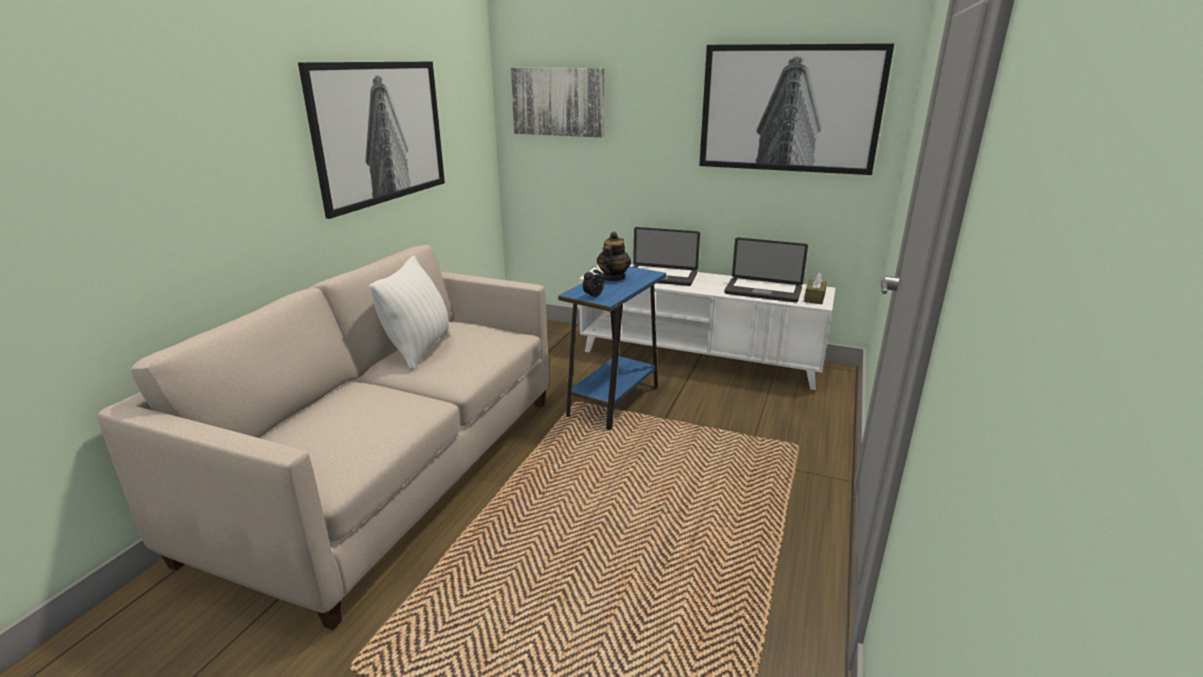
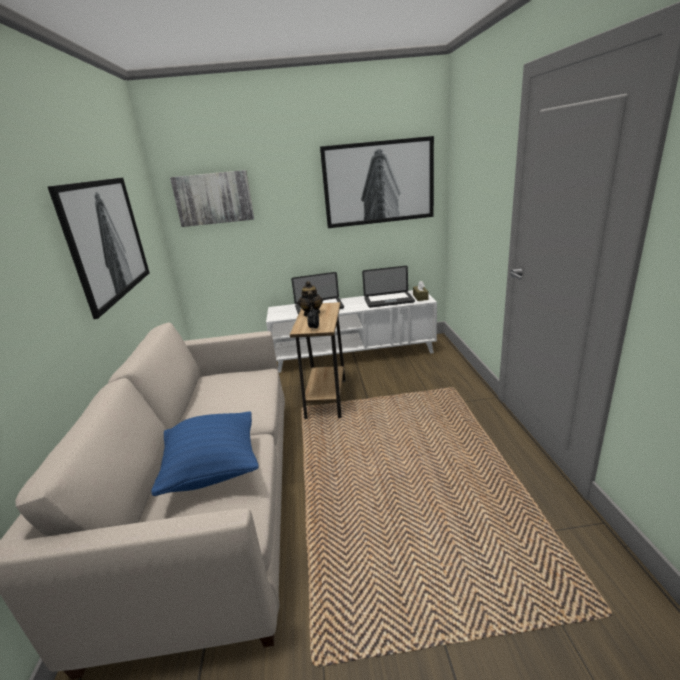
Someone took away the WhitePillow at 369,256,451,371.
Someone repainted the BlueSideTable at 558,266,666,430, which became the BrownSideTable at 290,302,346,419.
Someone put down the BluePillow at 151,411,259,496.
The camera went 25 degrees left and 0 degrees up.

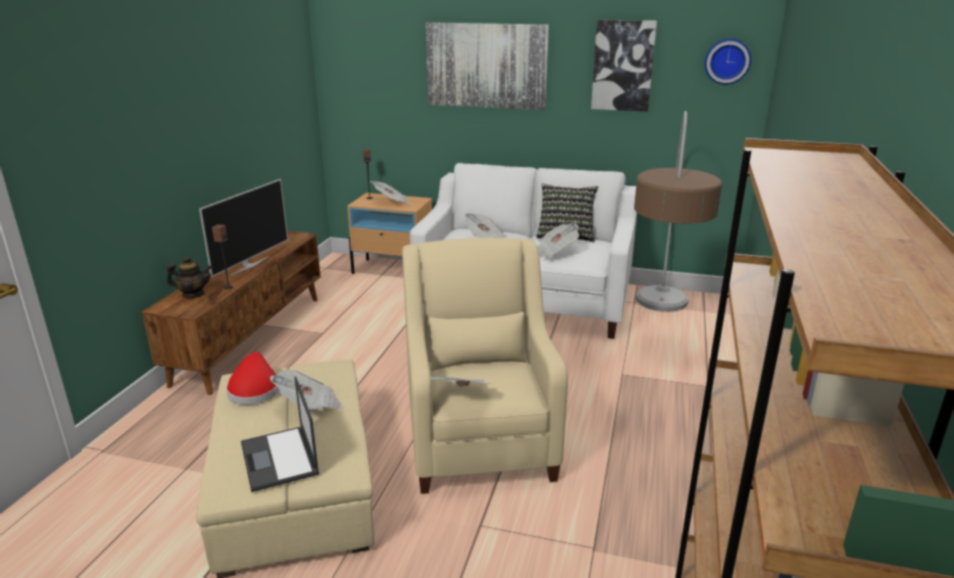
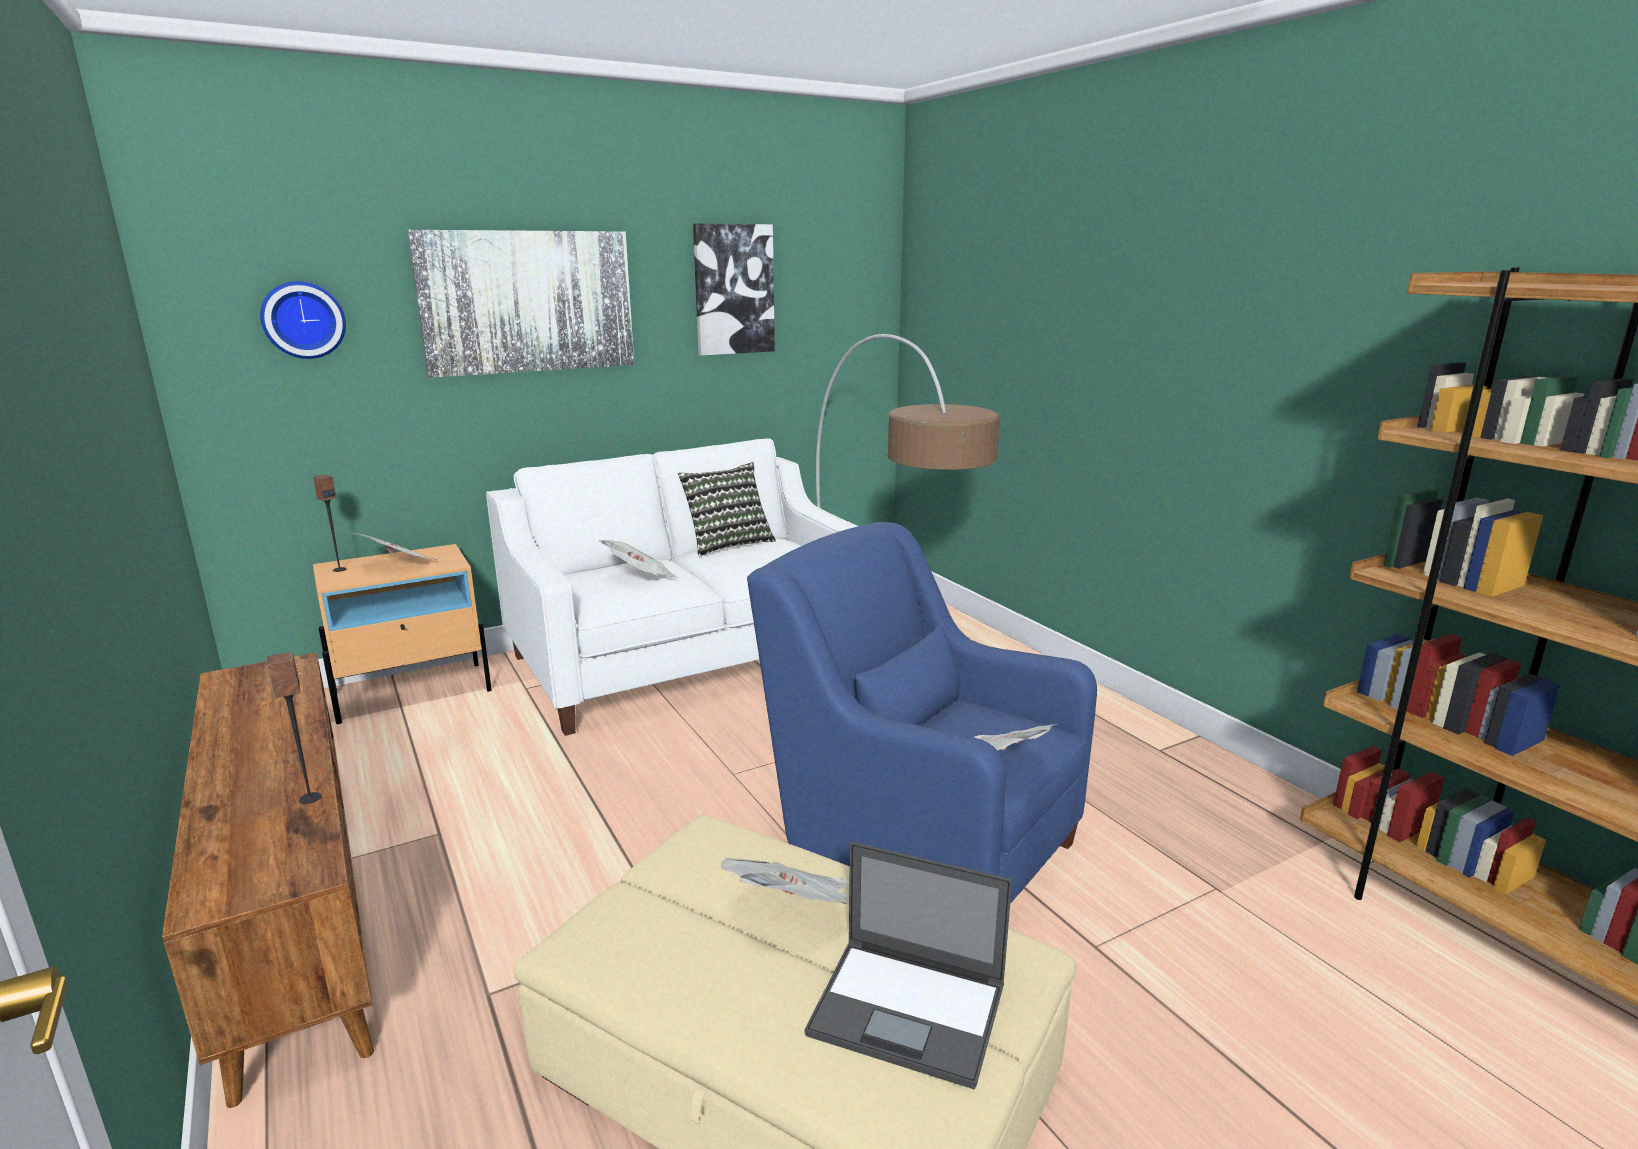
Someone took away the Teapot at 167,256,212,298.
Someone took away the Television at 199,179,288,277.
Someone took away the RedHat at 226,352,280,405.
Someone repainted the BeigeArmchair at 402,238,568,494, which became the BlueArmchair at 747,522,1097,904.
Someone took away the Newspaper at 537,224,579,258.
Someone carried the WallClock from 705,39,751,85 to 260,281,346,359.
The camera went 45 degrees left and 5 degrees down.

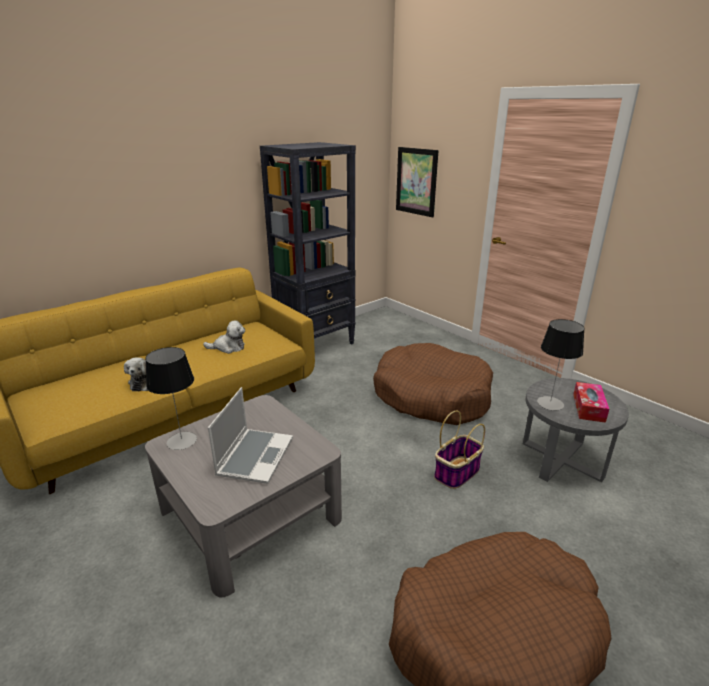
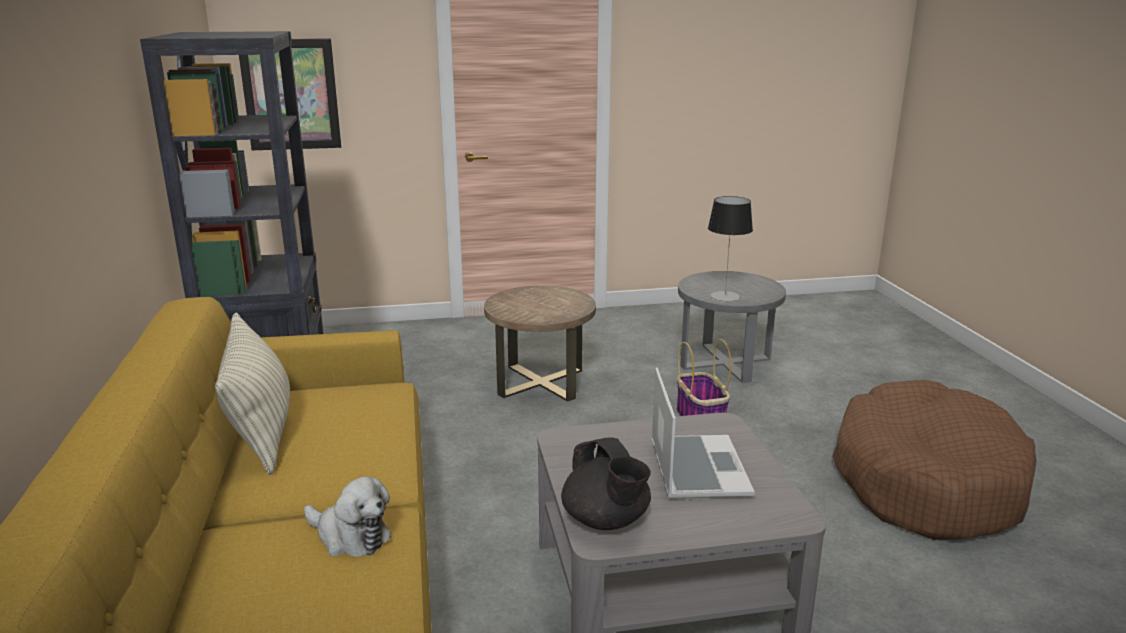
Someone swapped the TableLamp at 145,347,197,450 for the BlackTeapot at 561,437,651,530.
Someone took away the PlushToy at 203,320,245,354.
Someone rotated the Laptop at 208,387,293,484 by 45 degrees clockwise.
Someone swapped the BrownDogBed at 373,343,493,425 for the BrownSideTable at 484,285,596,402.
Someone took away the TissueBox at 573,382,609,423.
Someone put down the Pillow at 215,313,290,475.
The camera went 60 degrees left and 5 degrees down.

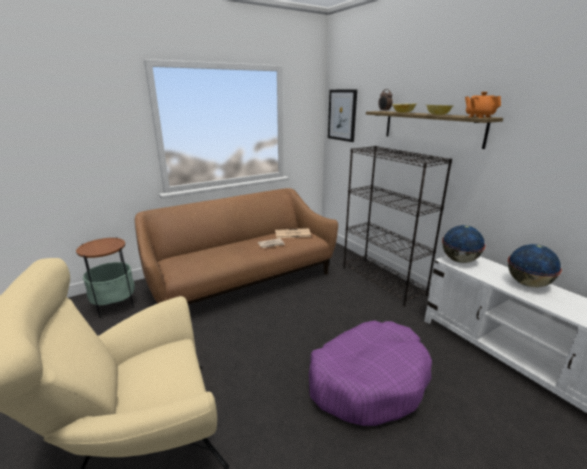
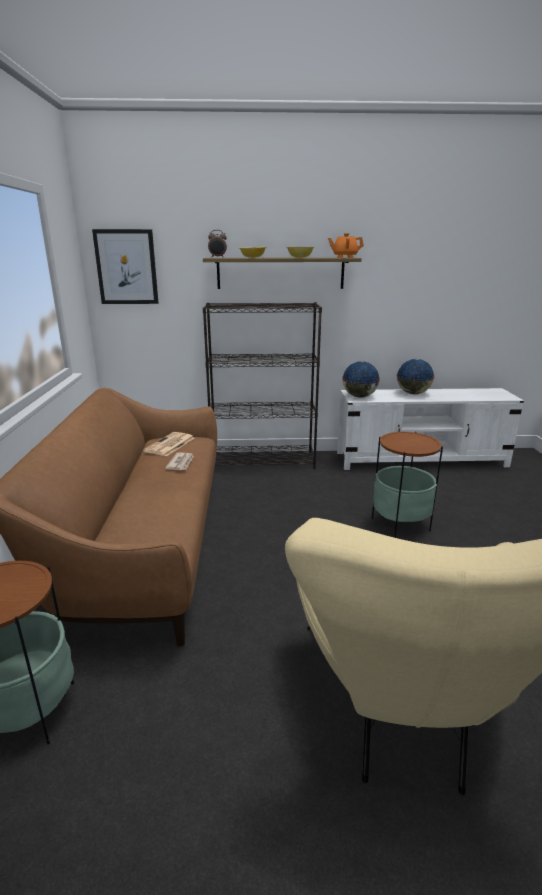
Someone swapped the PurpleDogBed at 309,320,432,426 for the SideTable at 372,432,443,538.
The camera went 60 degrees left and 0 degrees up.

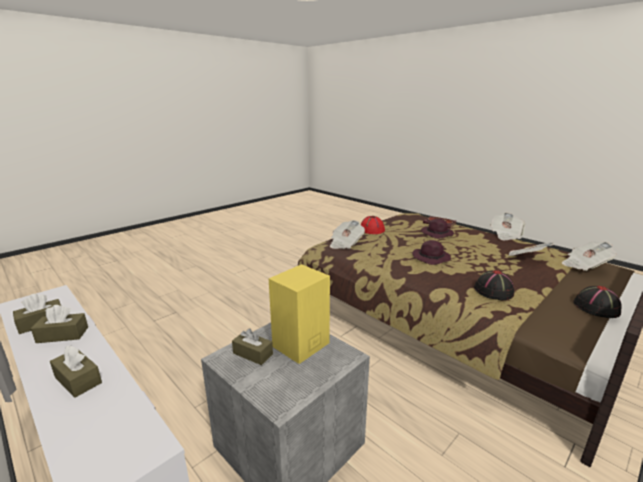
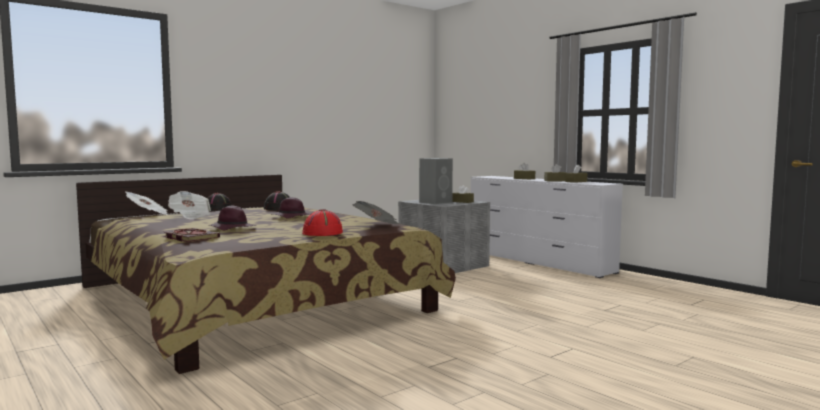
Someone repainted the YellowSpeaker at 269,264,330,364, which became the GreySpeaker at 419,158,453,204.
Someone took away the Newspaper at 490,212,526,240.
The camera went 175 degrees left and 15 degrees down.

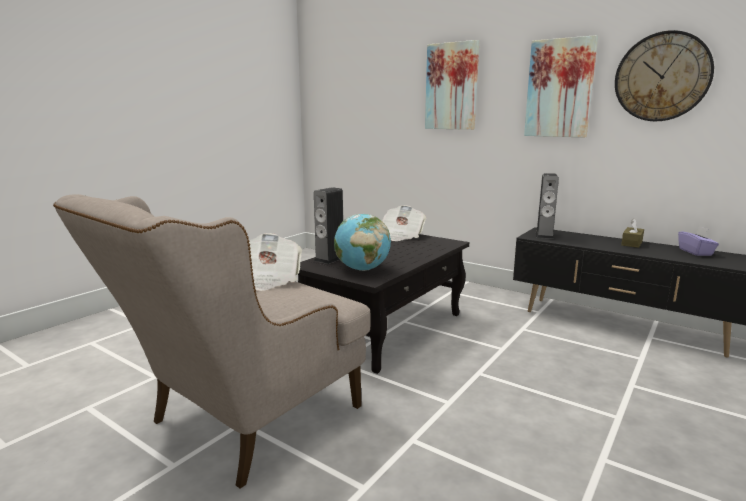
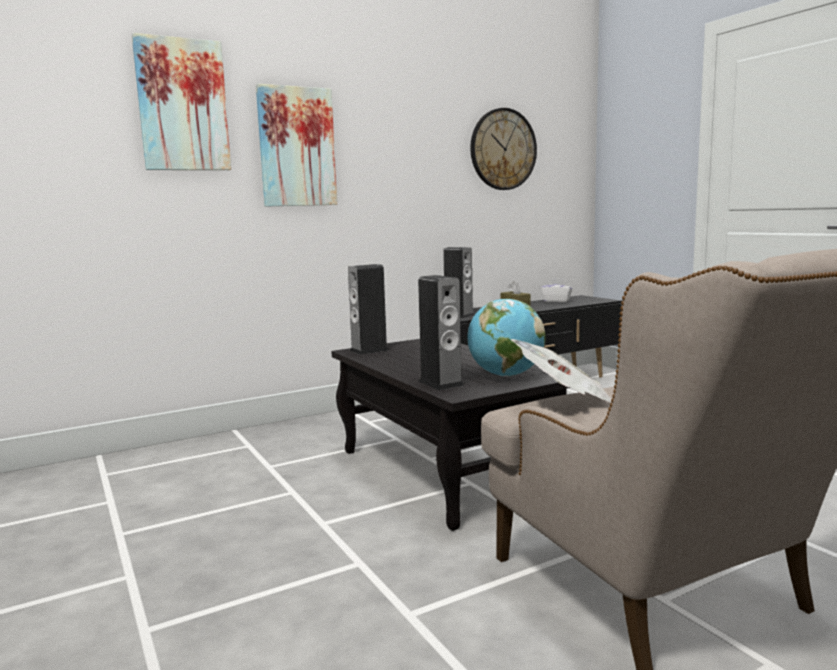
Someone swapped the Newspaper at 382,205,426,241 for the Speaker at 348,264,389,355.
Someone carried the Picture from 524,35,598,137 to 132,33,231,170.
Someone repainted the PurpleTissueBox at 678,226,719,256, which became the WhiteTissueBox at 541,278,572,302.
The camera went 65 degrees left and 5 degrees down.

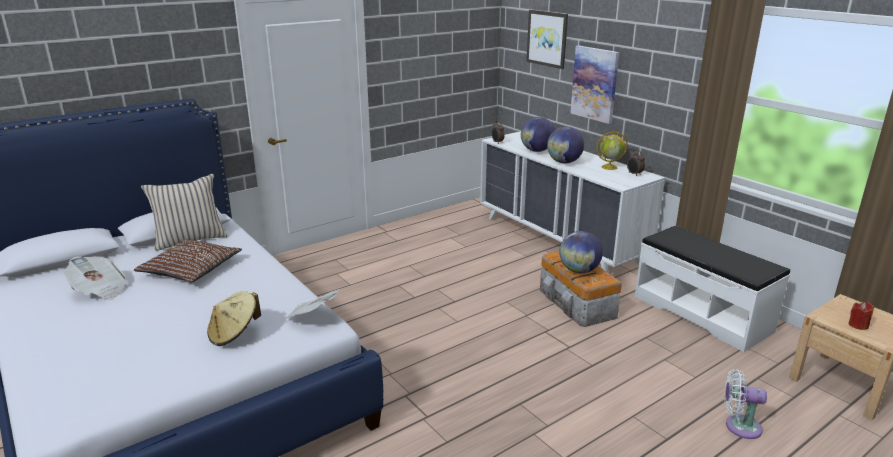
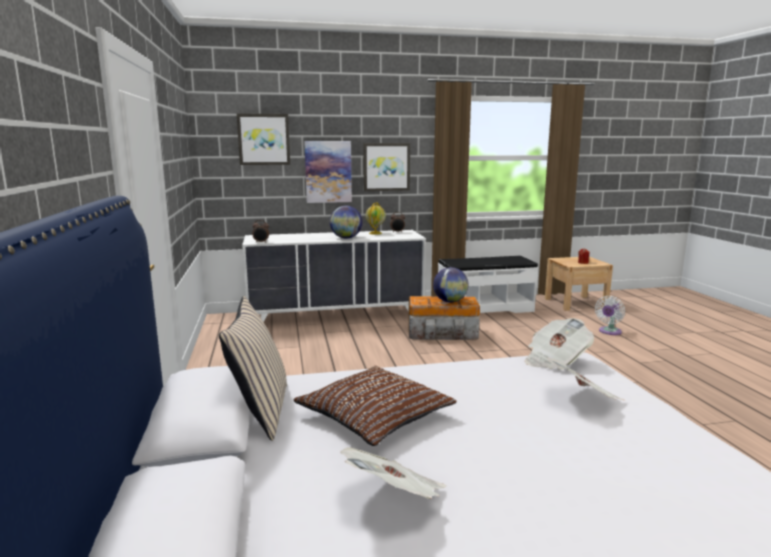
Someone swapped the BeigeHat at 207,291,261,346 for the Newspaper at 549,359,625,400.
Someone took away the Globe at 521,117,555,152.
Someone put up the Picture at 363,143,410,191.
The camera went 65 degrees left and 10 degrees down.

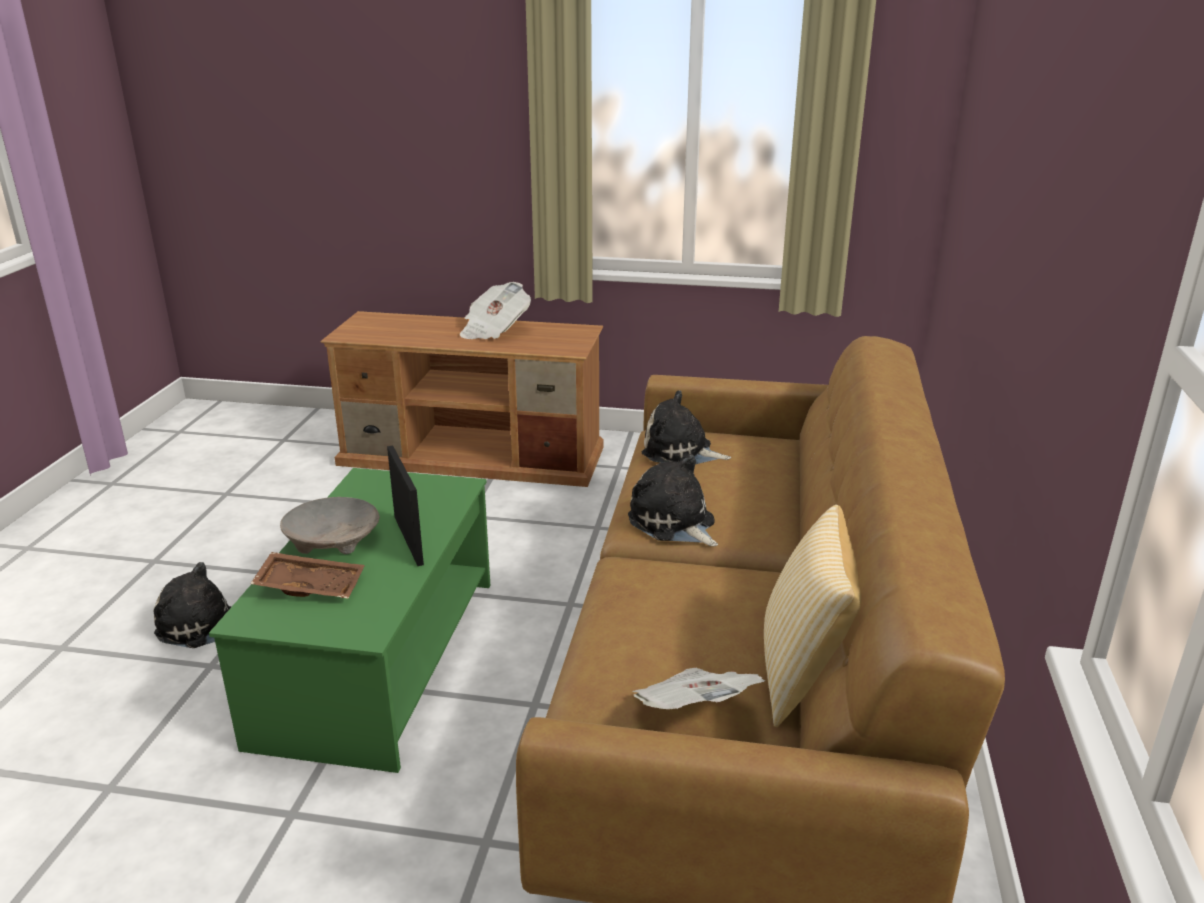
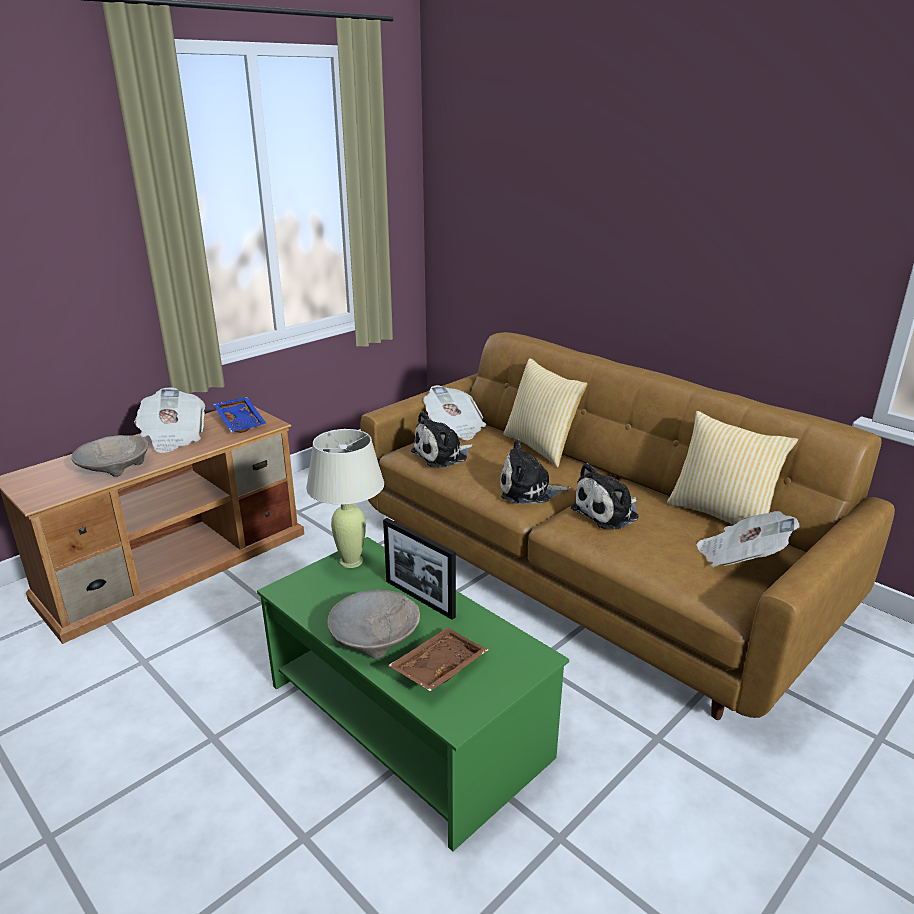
Someone carried the PlushToy from 154,562,232,648 to 571,463,639,529.
Someone rotated the PictureFrame at 387,446,424,566 by 150 degrees counterclockwise.
Someone put down the BeigeBowl at 71,435,149,477.
Someone put down the BlueTray at 213,397,266,433.
Someone put down the BeigeTableLamp at 306,429,384,568.
Someone put down the Newspaper at 423,385,486,440.
Someone put down the Pillow at 504,358,587,468.
The camera went 55 degrees left and 0 degrees up.

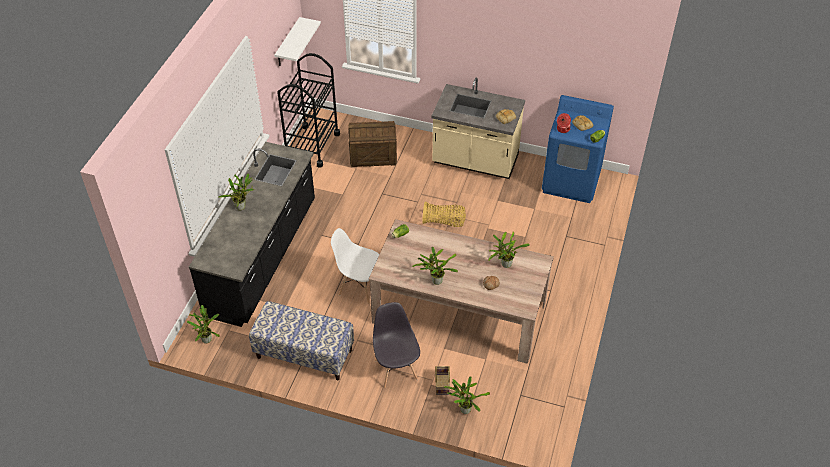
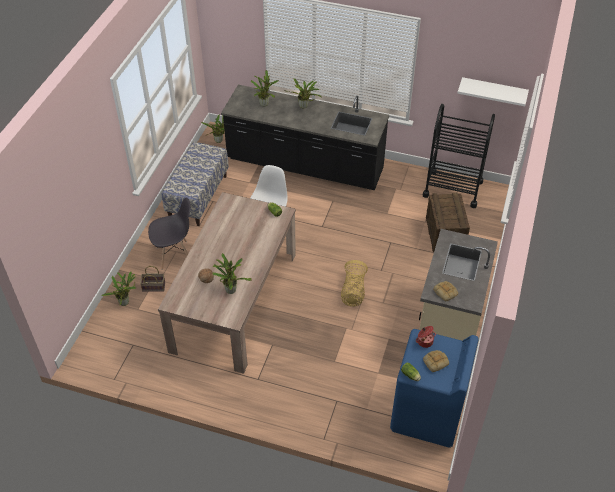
Someone carried the PottedPlant from 412,247,458,285 to 251,70,279,107.
The camera went 90 degrees right and 0 degrees up.

